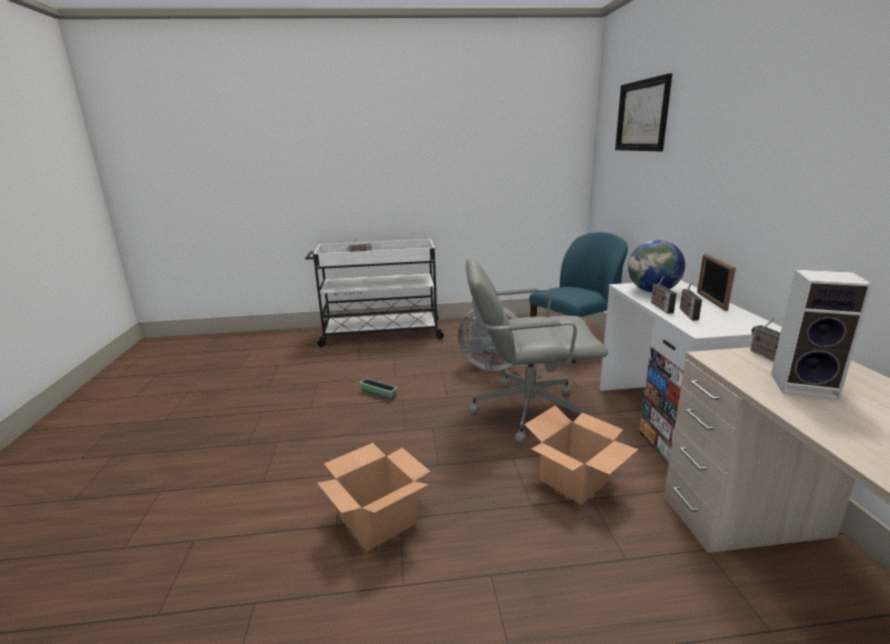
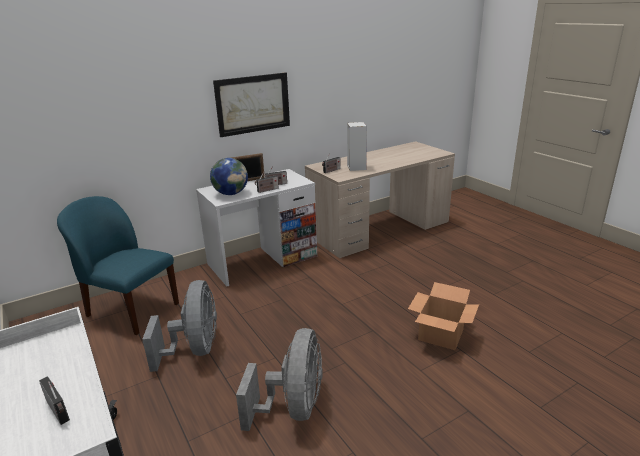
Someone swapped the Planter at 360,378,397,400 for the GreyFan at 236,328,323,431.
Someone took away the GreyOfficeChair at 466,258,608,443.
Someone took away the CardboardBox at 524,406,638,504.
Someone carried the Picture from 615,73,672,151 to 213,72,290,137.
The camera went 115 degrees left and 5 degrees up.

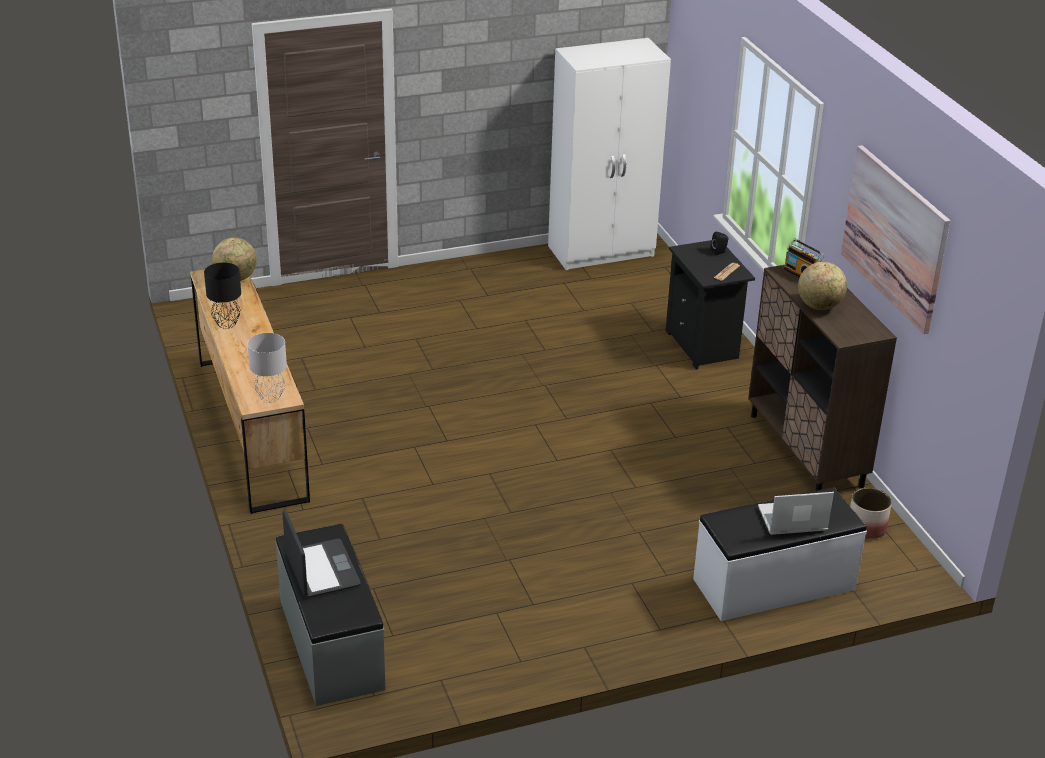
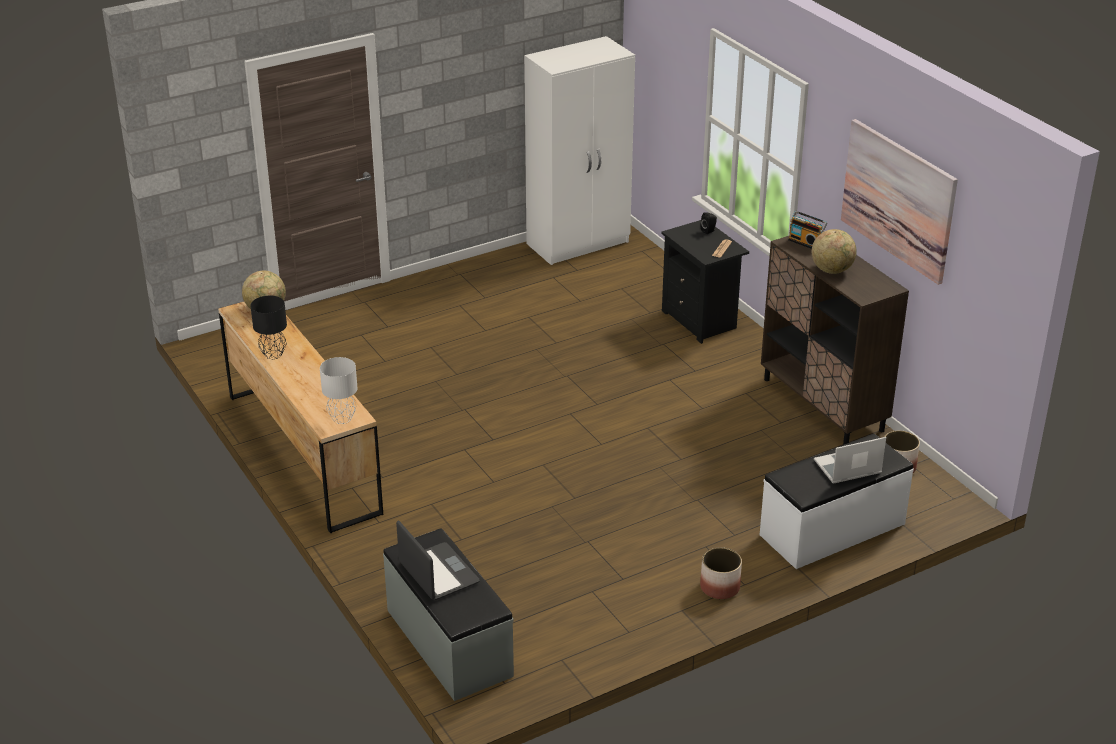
Someone put down the Planter at 700,547,742,599.
The camera went 10 degrees left and 0 degrees up.

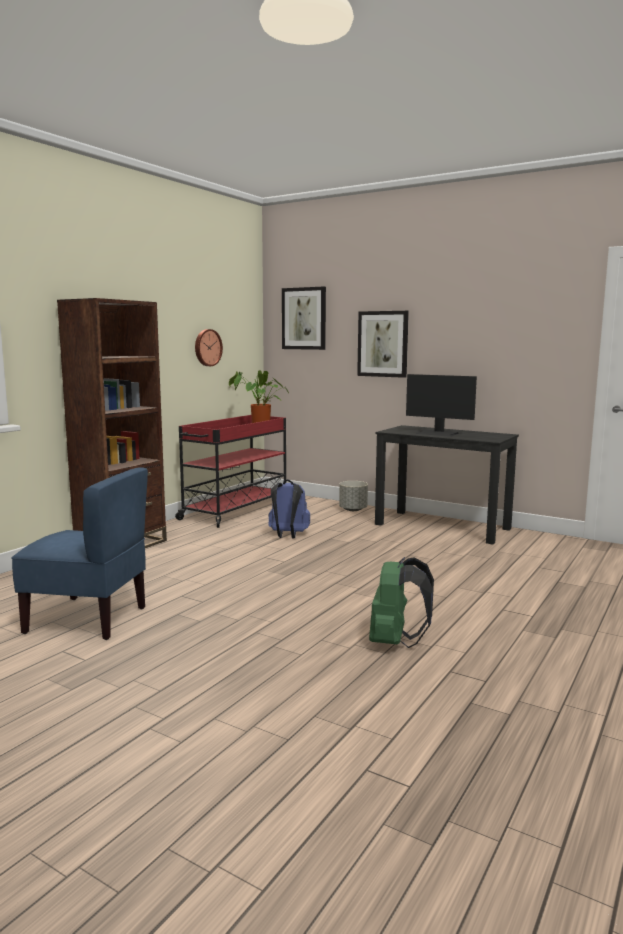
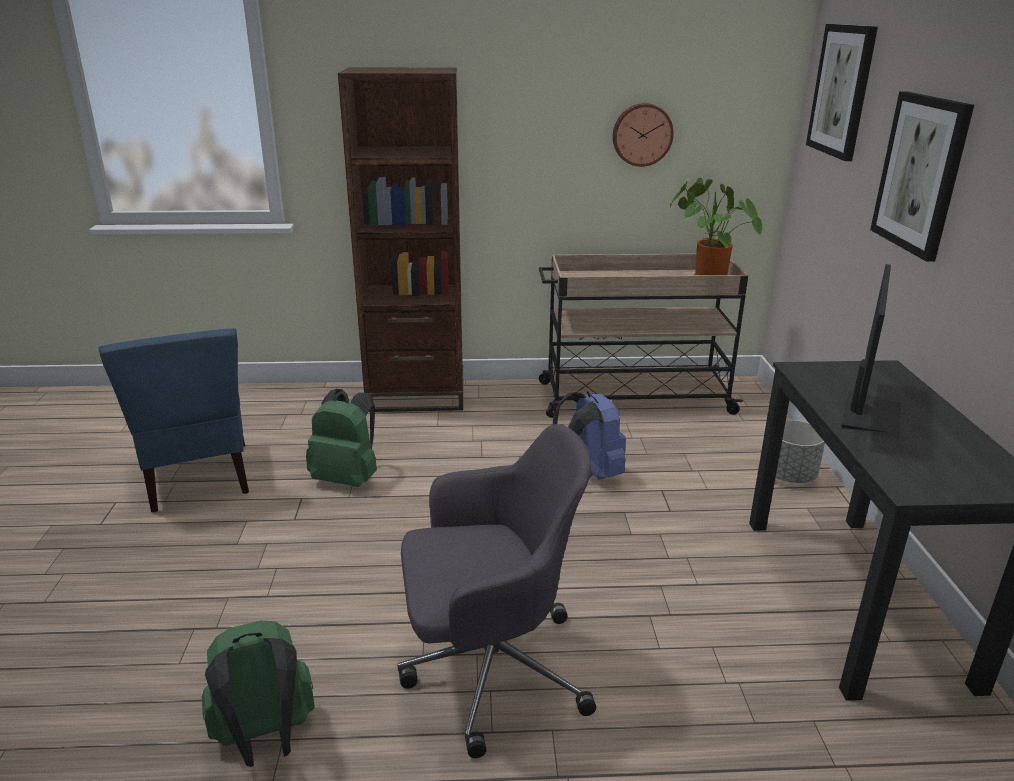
Someone repainted the RedCart at 175,415,286,528, which became the BeigeCart at 539,253,748,418.
Someone rotated the Monitor at 406,374,477,437 by 150 degrees counterclockwise.
Someone put down the GreenBackpack at 306,389,377,487.
Someone put down the GreyOfficeChair at 398,424,596,758.
The camera went 55 degrees right and 15 degrees up.

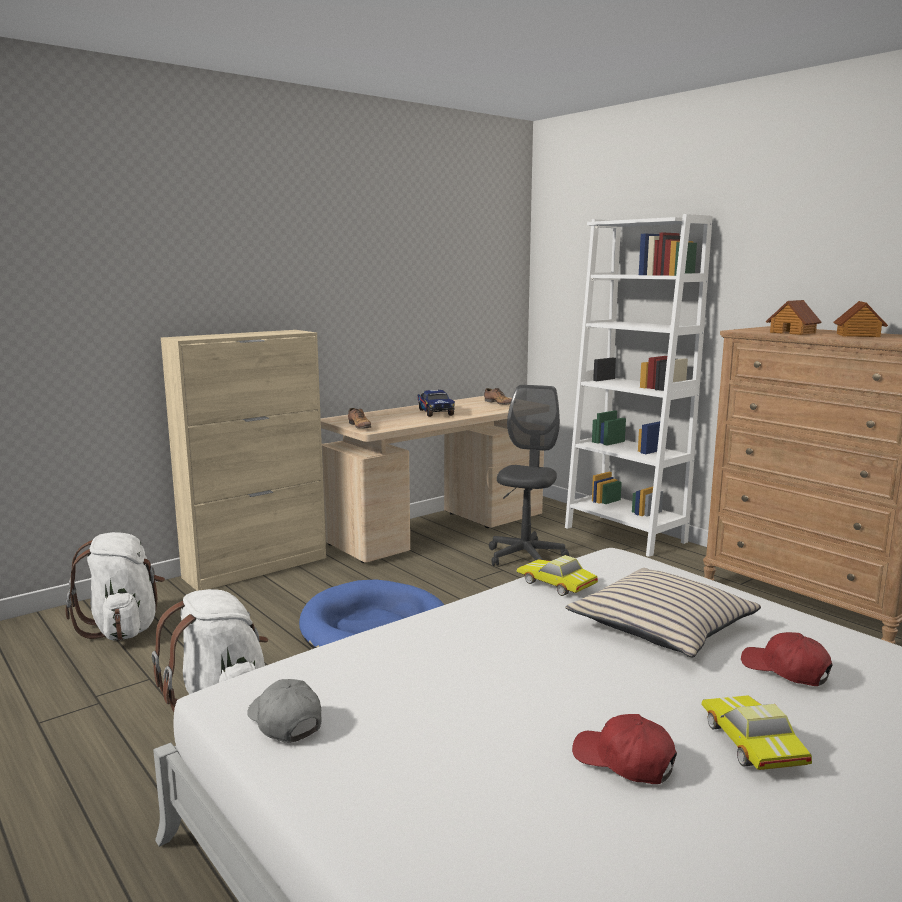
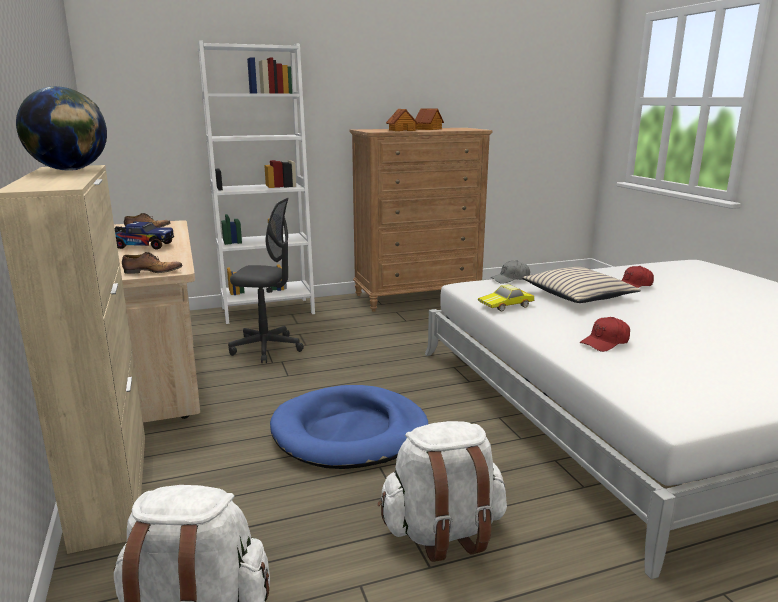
Someone carried the GreyCap from 247,679,321,743 to 490,260,530,284.
Someone rotated the GreyOfficeChair at 489,385,569,566 by 150 degrees clockwise.
Someone carried the RedCap from 572,714,677,784 to 580,317,630,352.
Someone took away the ToyCar at 701,695,812,770.
Someone put down the Globe at 16,86,107,171.
The camera went 70 degrees left and 5 degrees up.

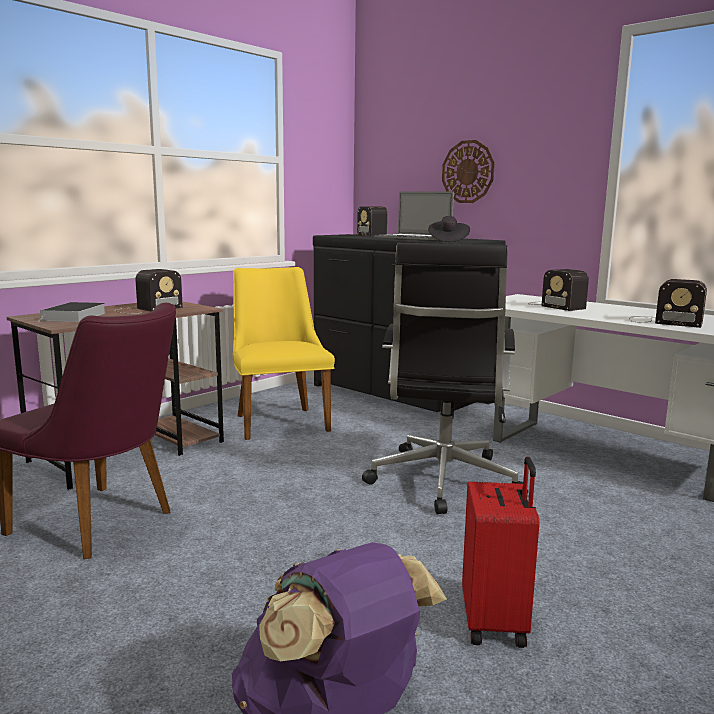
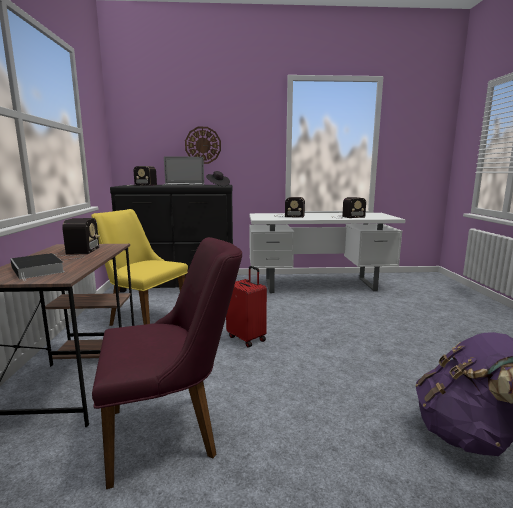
Someone took away the BlackOfficeChair at 362,243,523,514.
Someone carried the RedSuitcase from 462,457,539,648 to 226,266,267,347.
The camera went 45 degrees left and 0 degrees up.

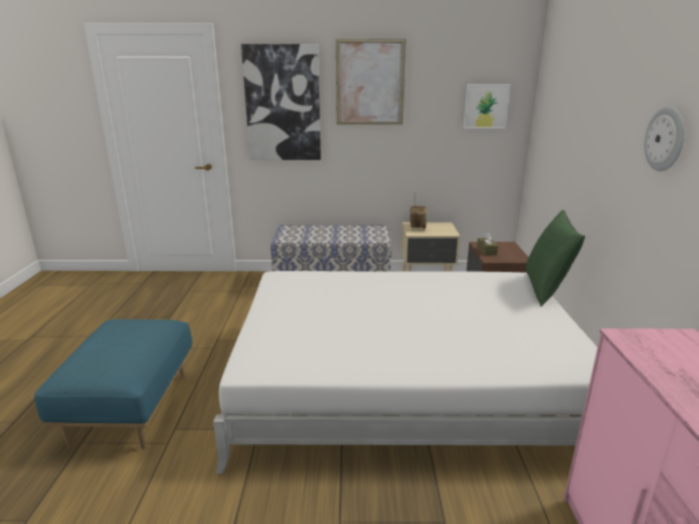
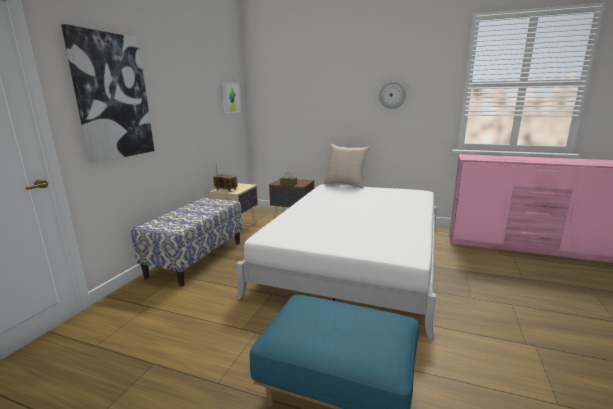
Someone took away the Picture at 336,39,406,125.
Someone repainted the GreenPillow at 526,210,585,307, which became the BeigePillow at 324,144,370,189.
The camera went 70 degrees left and 5 degrees down.

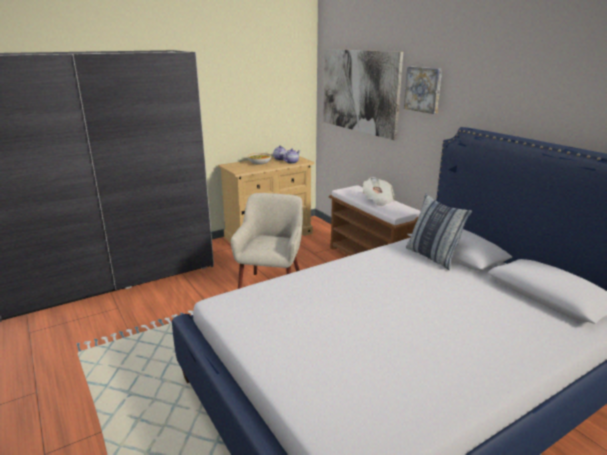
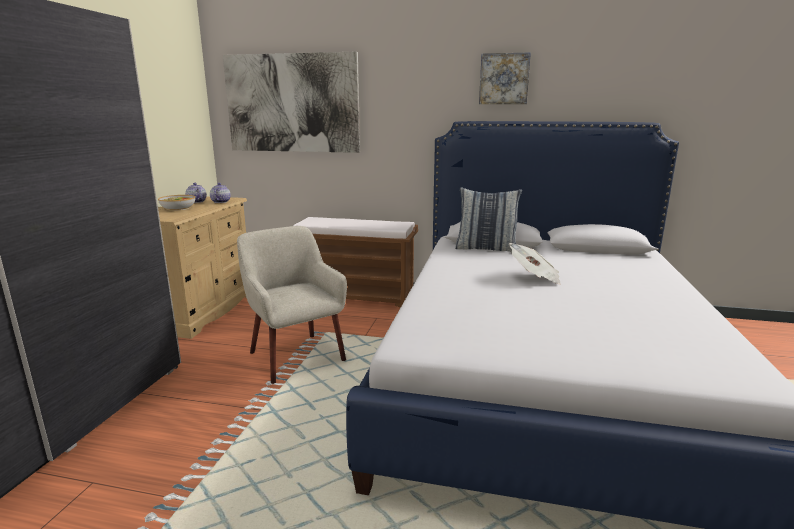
Someone carried the Newspaper from 363,177,395,206 to 509,243,561,284.
Someone carried the Picture from 404,66,442,114 to 479,52,531,104.
The camera went 45 degrees left and 5 degrees down.

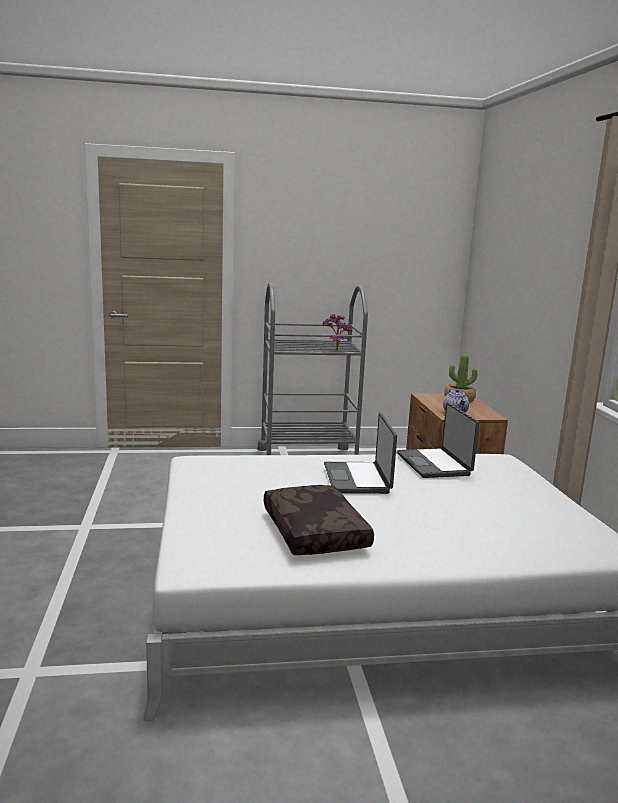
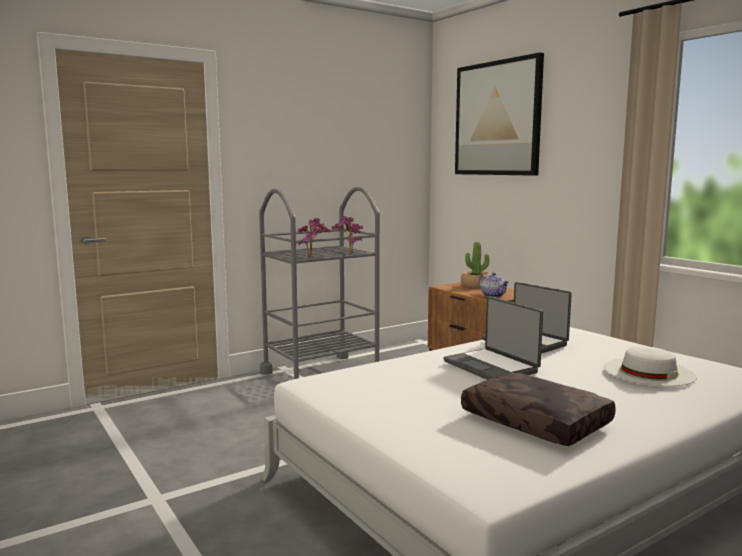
Someone put down the PottedPlant at 297,218,331,257.
Someone put up the Picture at 455,52,544,176.
Someone put down the WhiteHat at 604,347,697,386.
The camera went 25 degrees left and 5 degrees down.

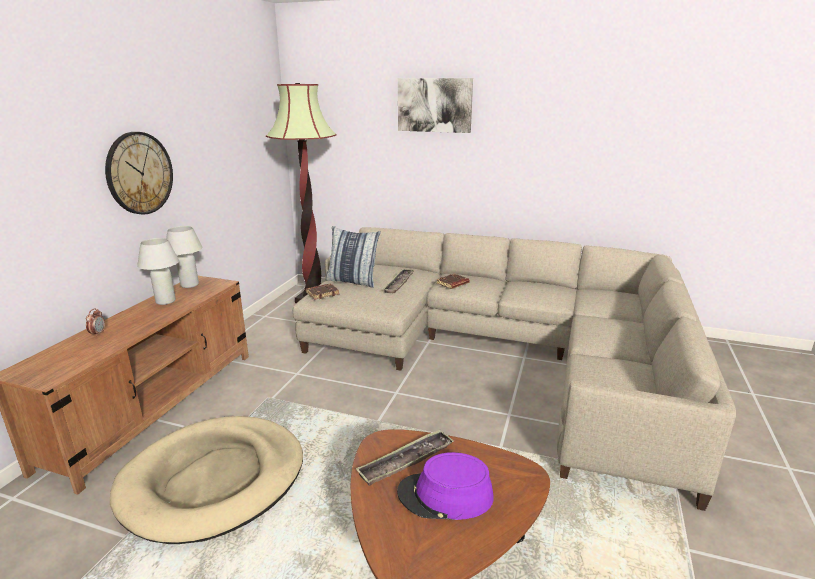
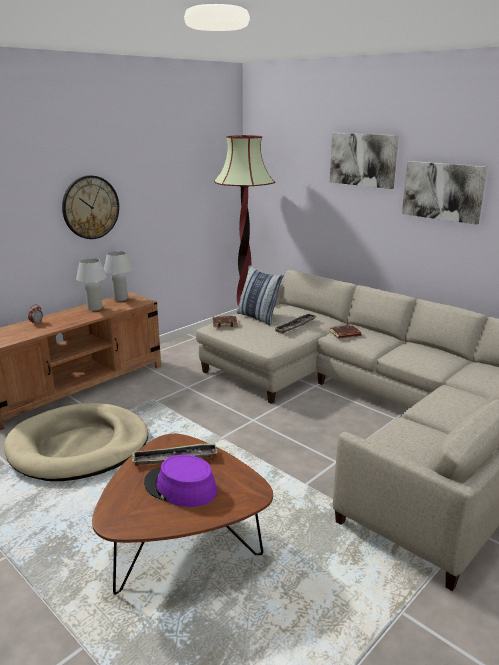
Someone put up the Picture at 402,161,488,225.
The camera went 25 degrees right and 0 degrees up.

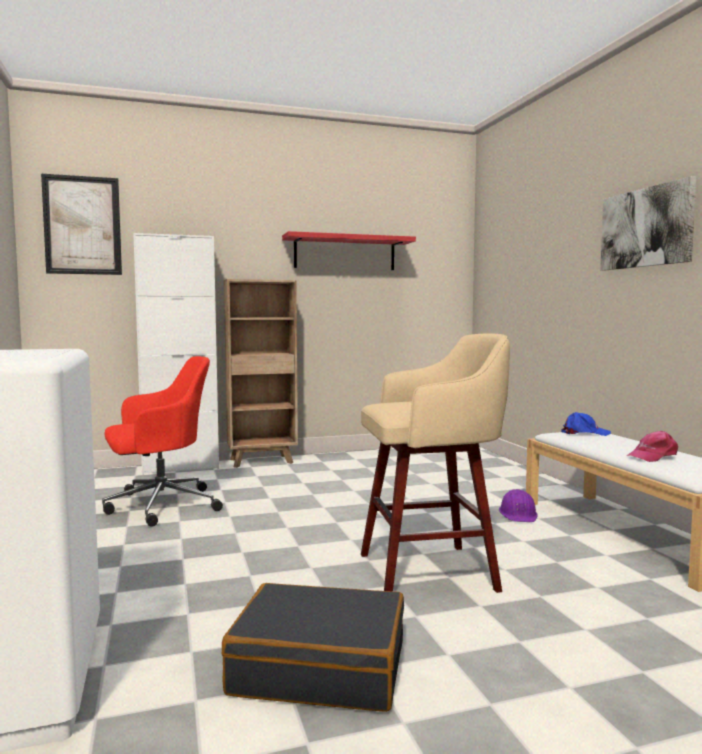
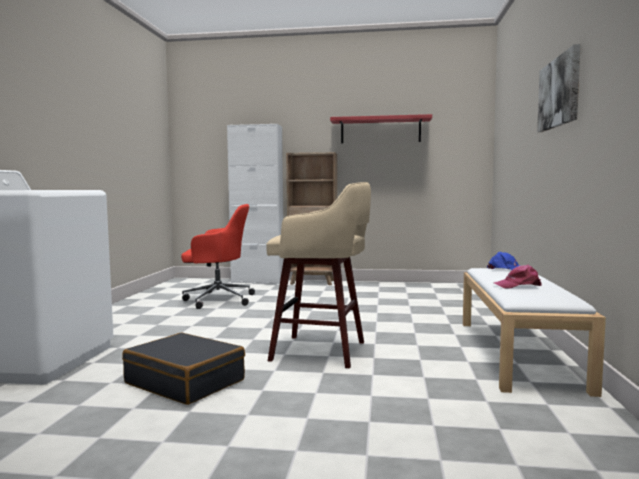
Someone took away the Picture at 41,174,122,275.
Someone took away the PurpleHardHat at 499,489,538,522.
The camera went 25 degrees right and 0 degrees up.

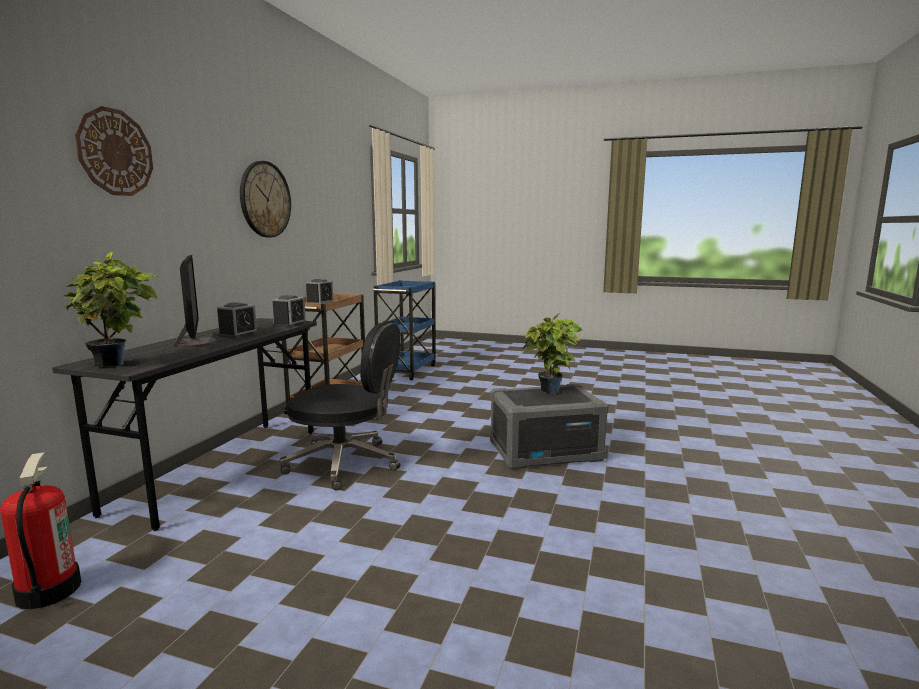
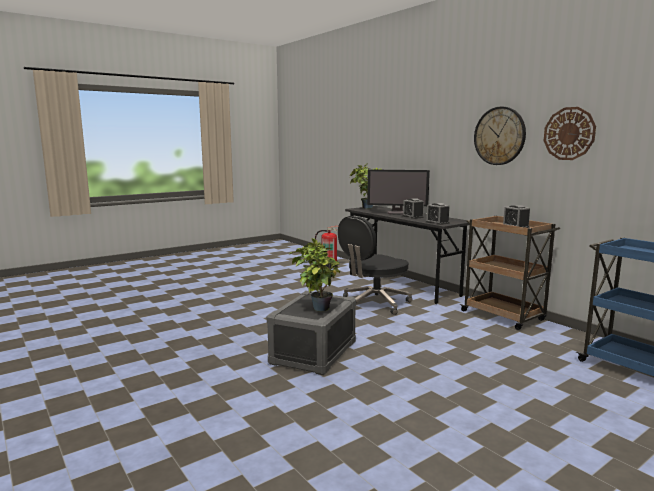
Someone carried the WallClock from 75,106,153,196 to 544,107,596,160.
The camera went 125 degrees right and 0 degrees up.

